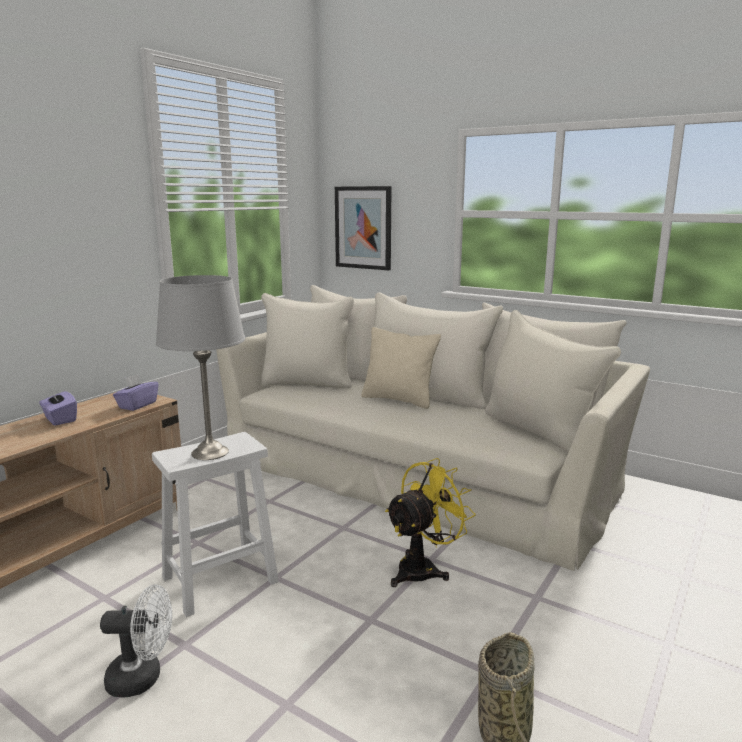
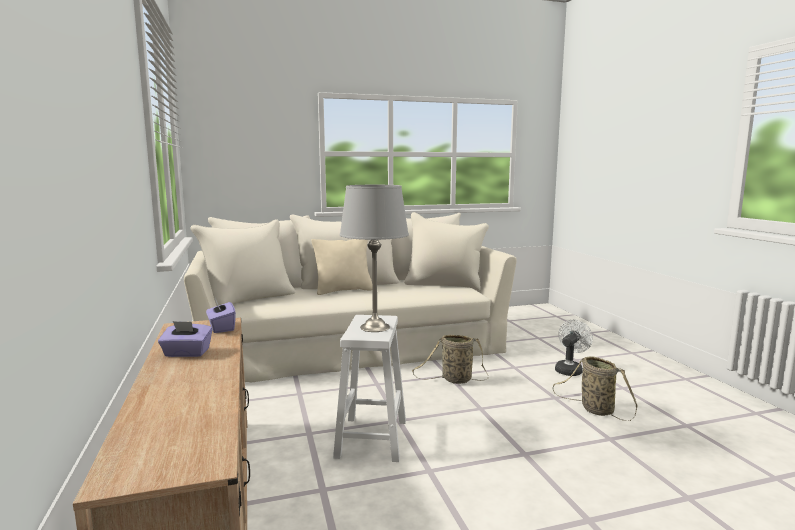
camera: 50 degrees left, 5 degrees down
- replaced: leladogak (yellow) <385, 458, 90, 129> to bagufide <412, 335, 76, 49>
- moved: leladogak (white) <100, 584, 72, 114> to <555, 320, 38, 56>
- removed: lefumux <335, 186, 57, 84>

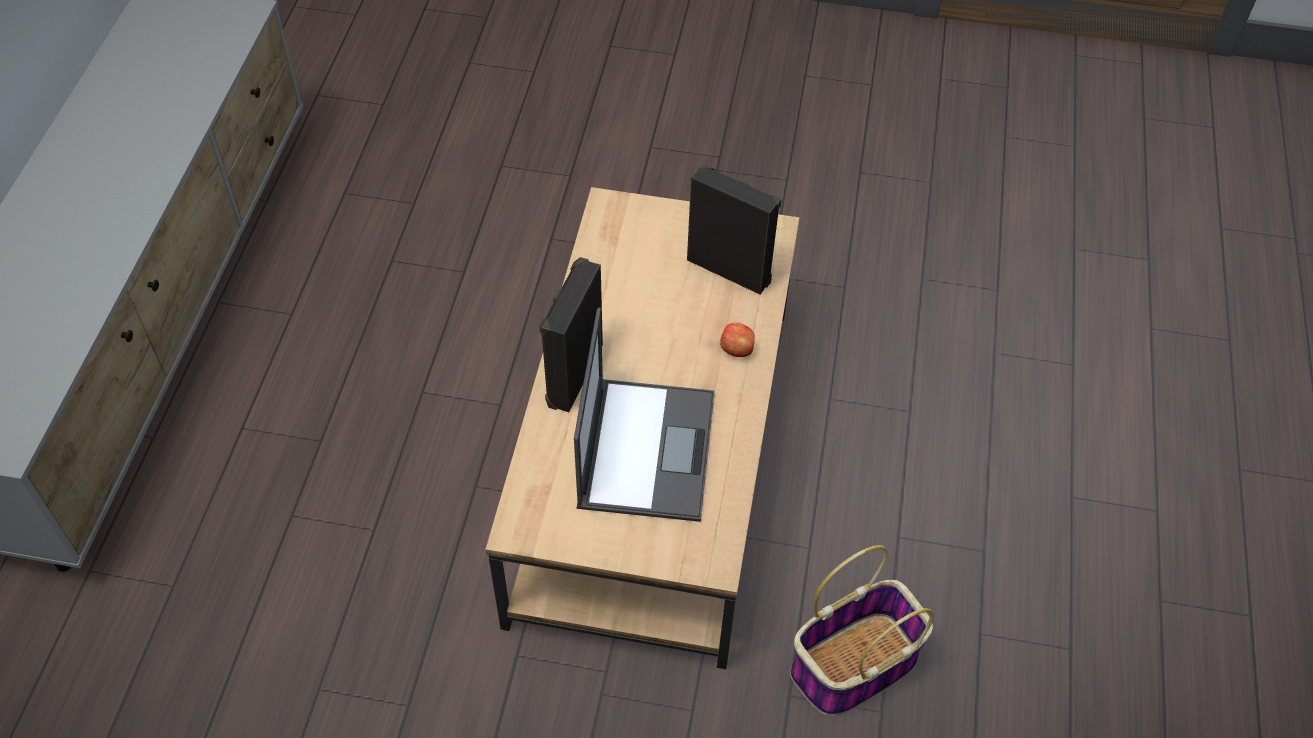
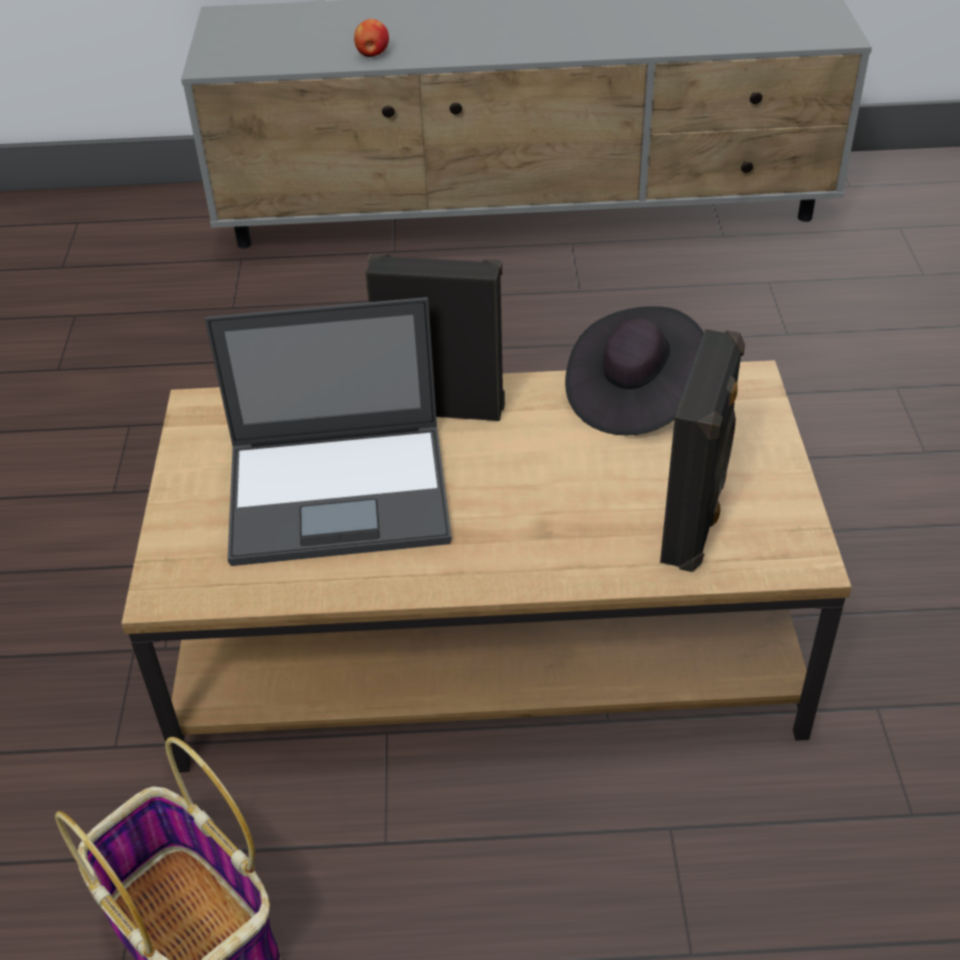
camera: 80 degrees right, 10 degrees down
- moved: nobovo <720, 323, 35, 34> to <354, 19, 35, 38>
- added: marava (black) <565, 306, 139, 129>

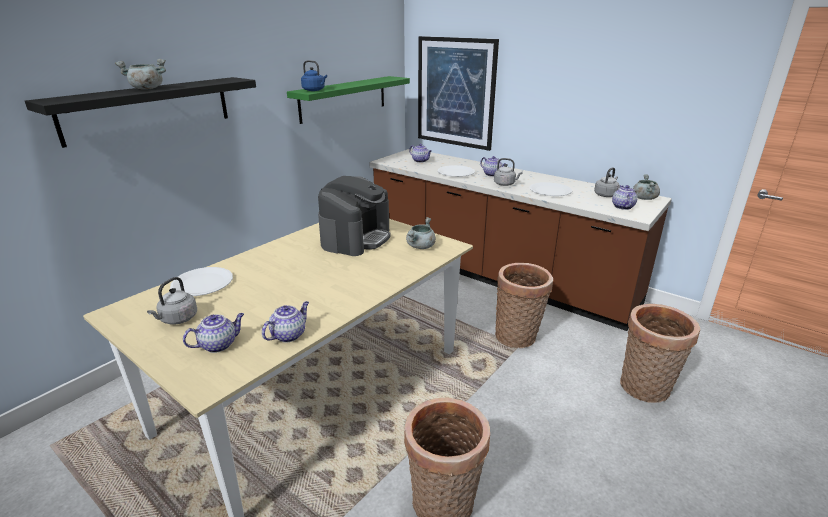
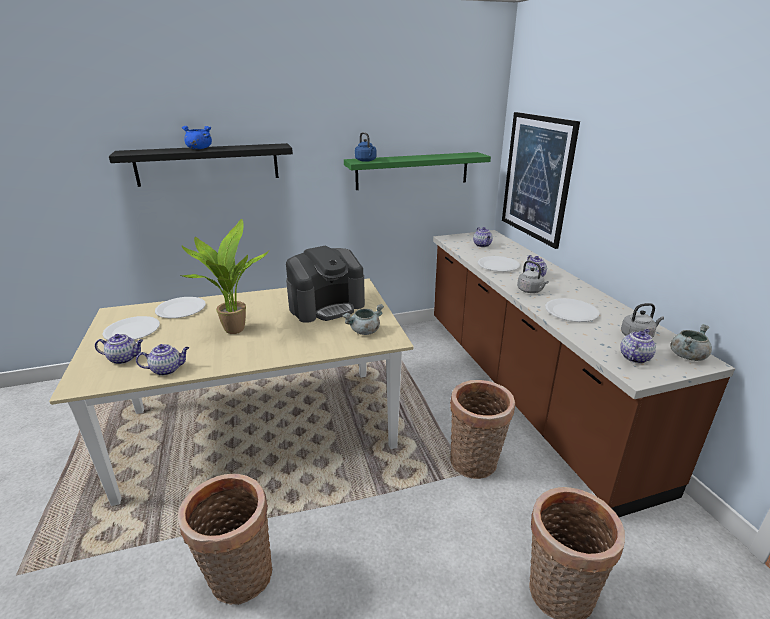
camera: 35 degrees right, 0 degrees up
- replaced: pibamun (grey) <147, 277, 50, 48> to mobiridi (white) <102, 316, 58, 24>
- added: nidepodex <181, 219, 88, 115>
- recoloured: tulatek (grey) <115, 59, 51, 31> to tulatek (blue) <182, 126, 30, 23>

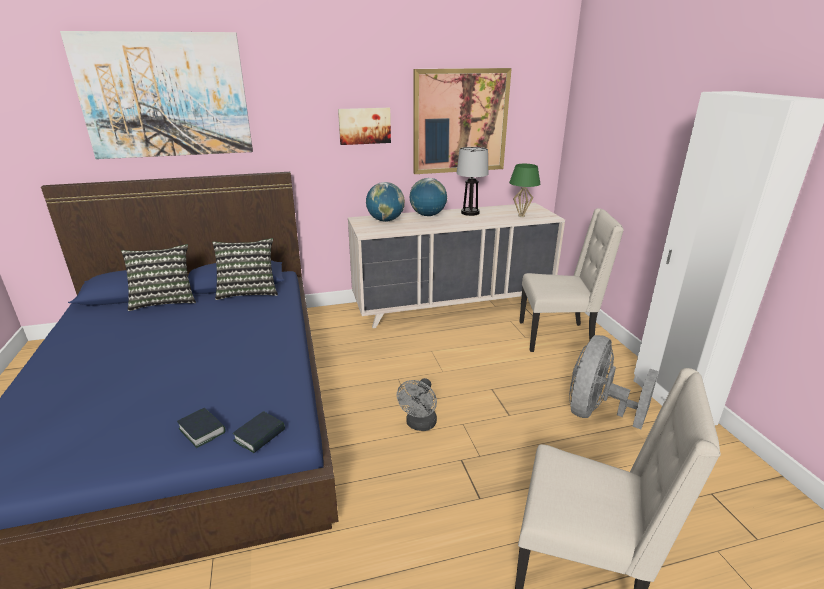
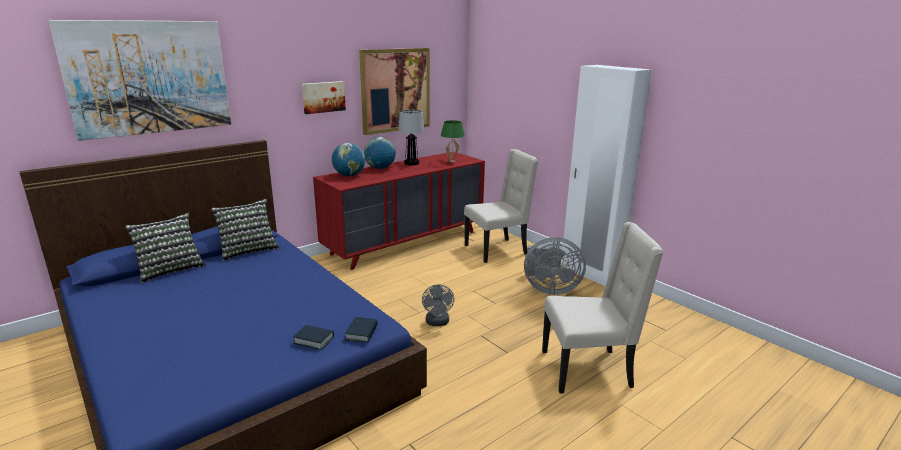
camera: 25 degrees left, 5 degrees down
- recoloured: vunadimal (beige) <348, 203, 217, 125> to vunadimal (red) <313, 152, 172, 118>
- turned: leladogak (grey) <569, 335, 90, 94> = <524, 237, 62, 58> 90 degrees counterclockwise

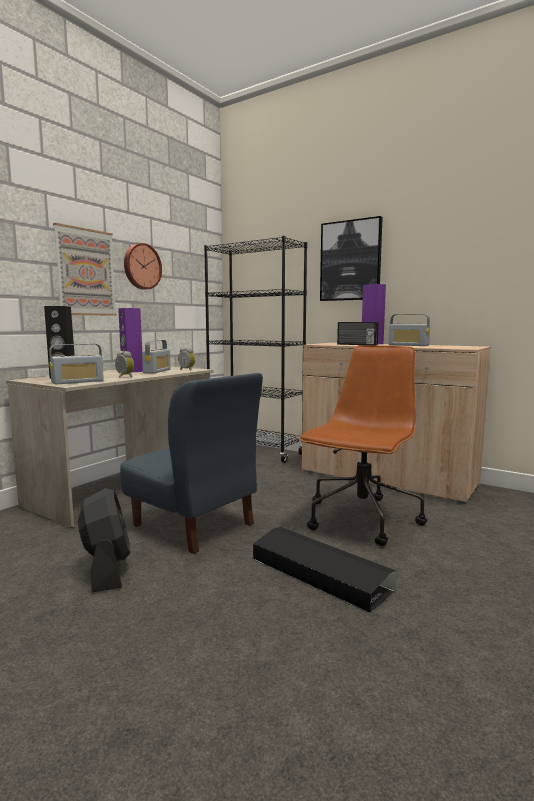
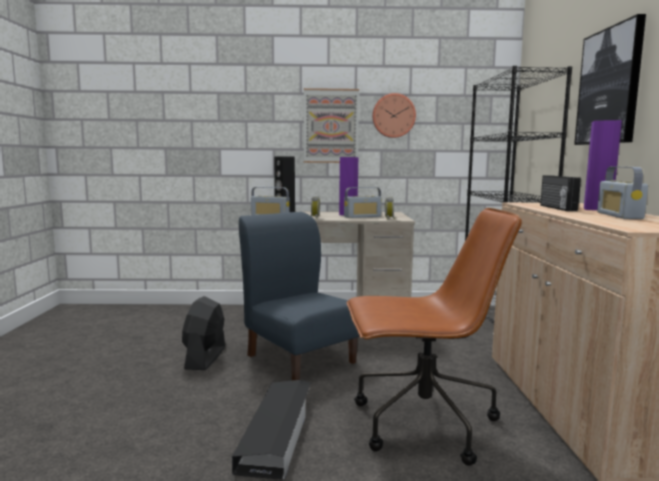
camera: 55 degrees right, 0 degrees up
- turned: leladogak (black) <78, 488, 53, 104> = <182, 296, 43, 74> 150 degrees clockwise
- turned: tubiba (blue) <120, 373, 143, 181> = <239, 212, 121, 168> 135 degrees clockwise

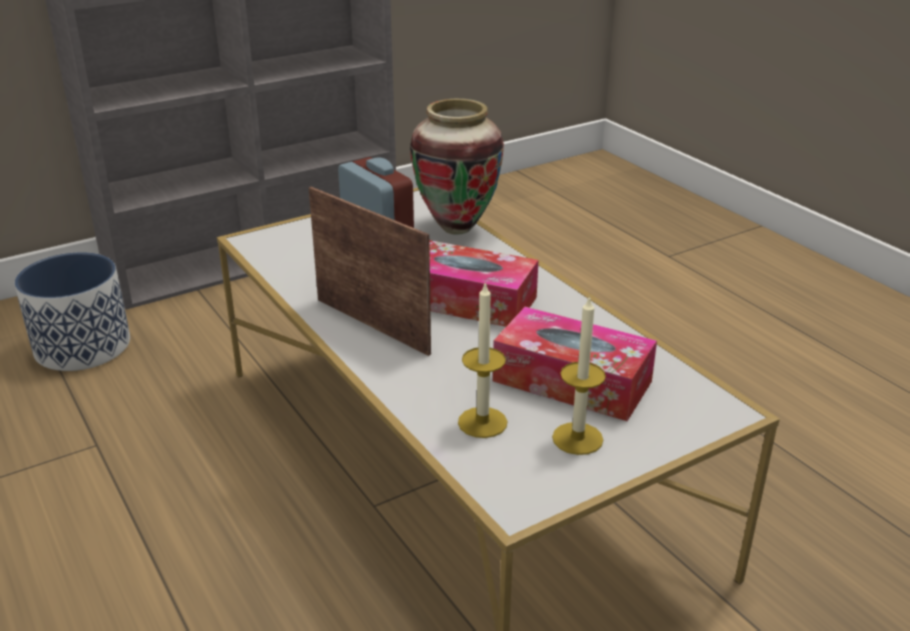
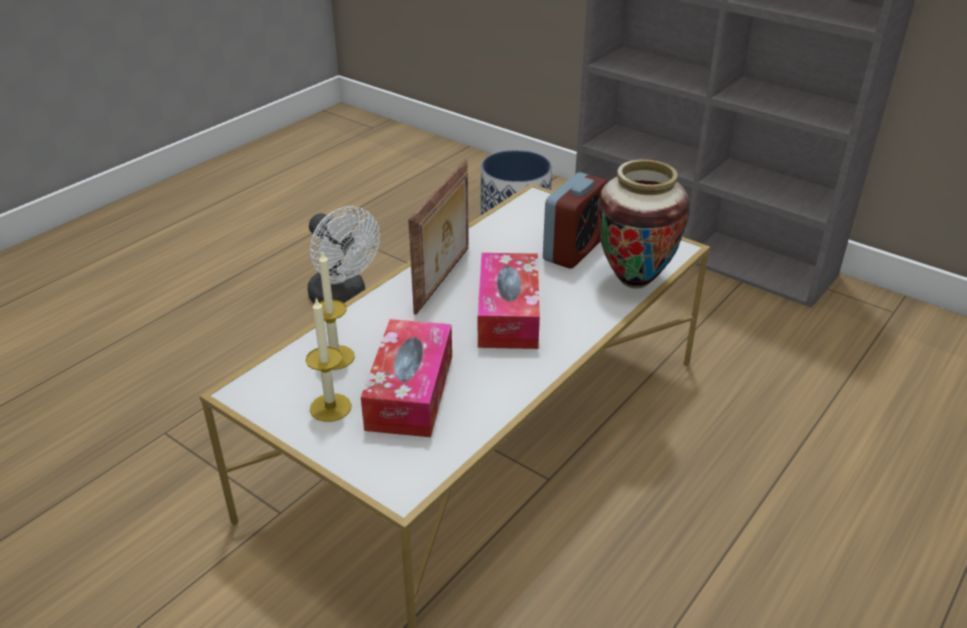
camera: 70 degrees right, 5 degrees up
- added: leladogak (white) <307, 206, 73, 98>

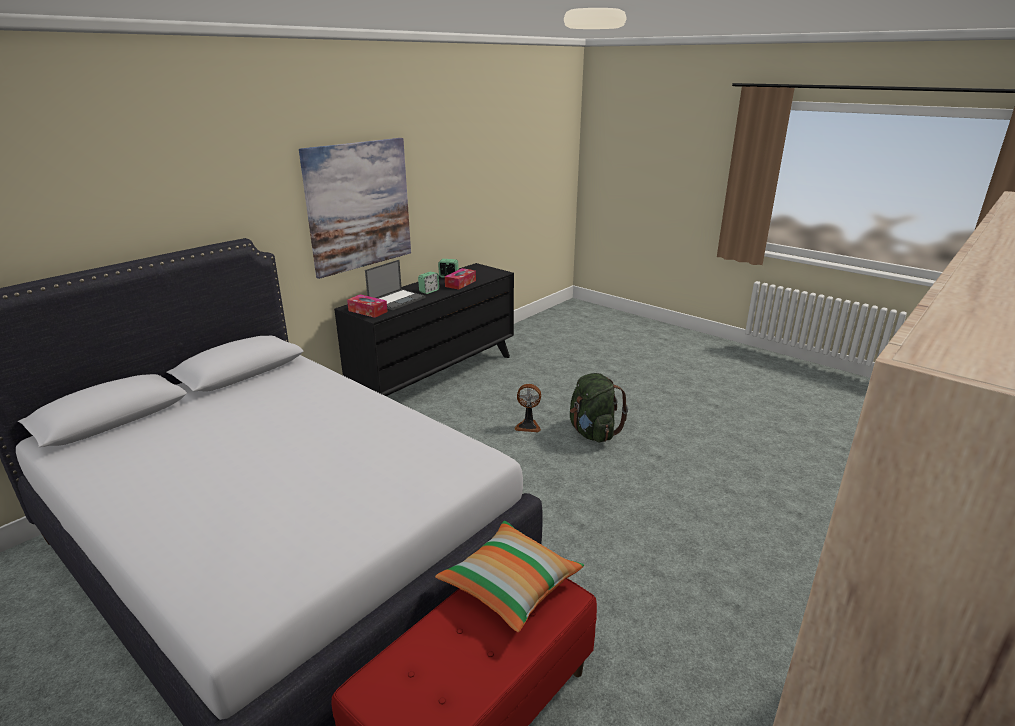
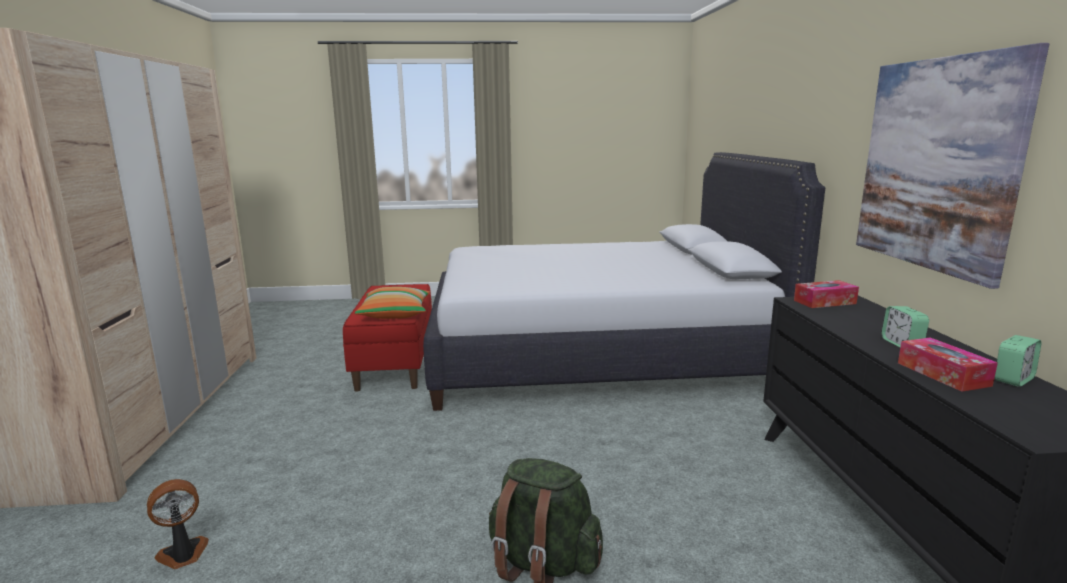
camera: 135 degrees right, 10 degrees down
- moved: leladogak <514, 384, 27, 48> to <147, 479, 62, 90>
- removed: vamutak <365, 260, 61, 50>

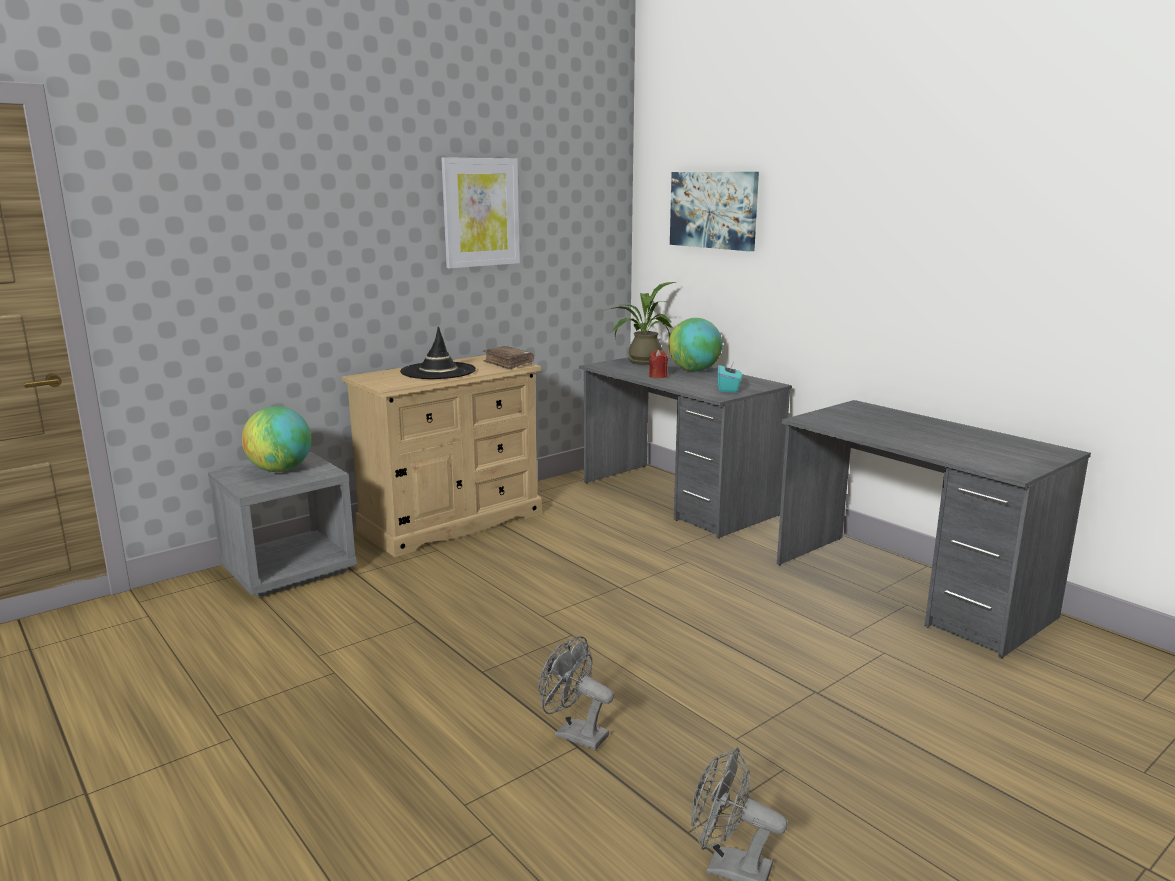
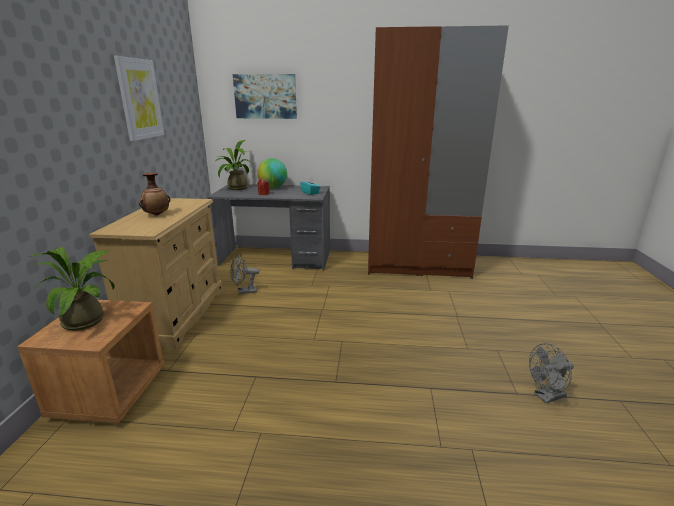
camera: 45 degrees left, 5 degrees up
- recoloured: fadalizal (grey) <208, 452, 149, 146> to fadalizal (brown) <17, 300, 148, 123>
- replaced: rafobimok <242, 406, 70, 66> to nidepodex <29, 247, 86, 84>
- replaced: marava (black) <400, 326, 76, 53> to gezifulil <139, 173, 31, 43>
- moved: leladogak (grey) <538, 636, 76, 114> to <230, 255, 29, 39>
- replaced: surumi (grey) <777, 400, 314, 258> to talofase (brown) <368, 25, 141, 254>
- removed: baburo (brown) <483, 346, 51, 23>

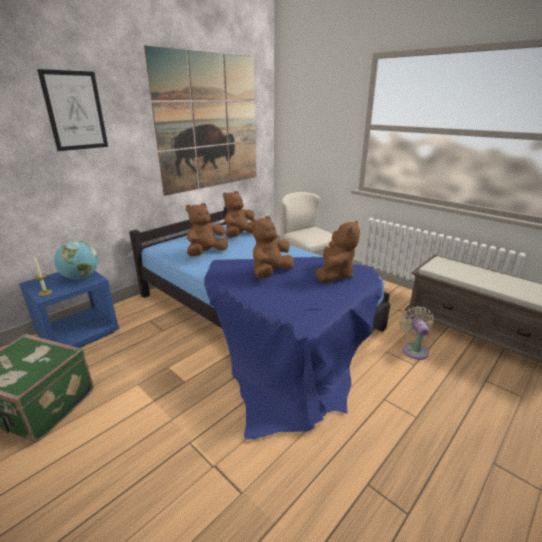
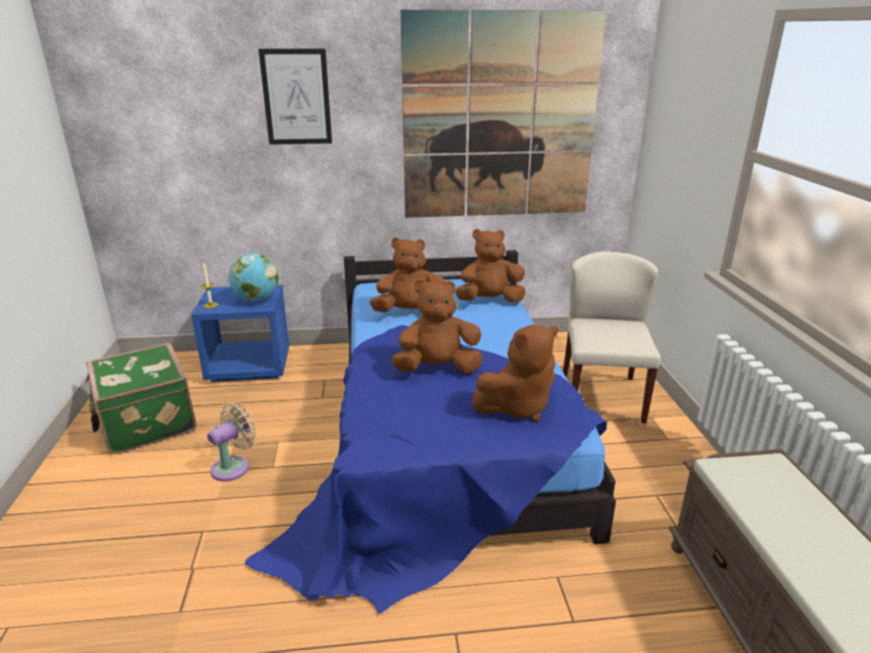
camera: 40 degrees right, 0 degrees up
- moved: leladogak (beige) <400, 306, 34, 54> to <207, 403, 50, 78>

